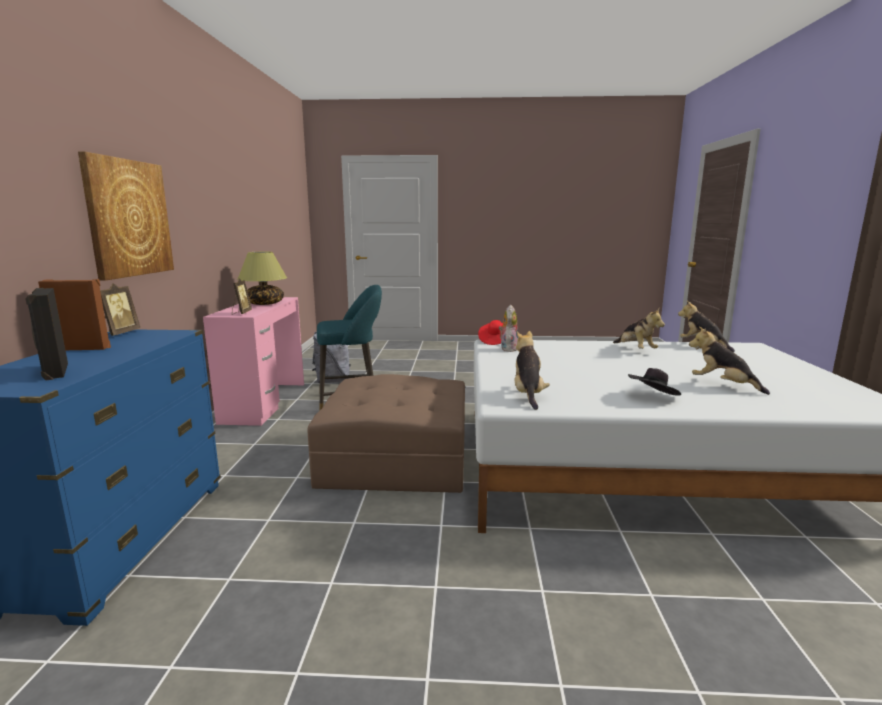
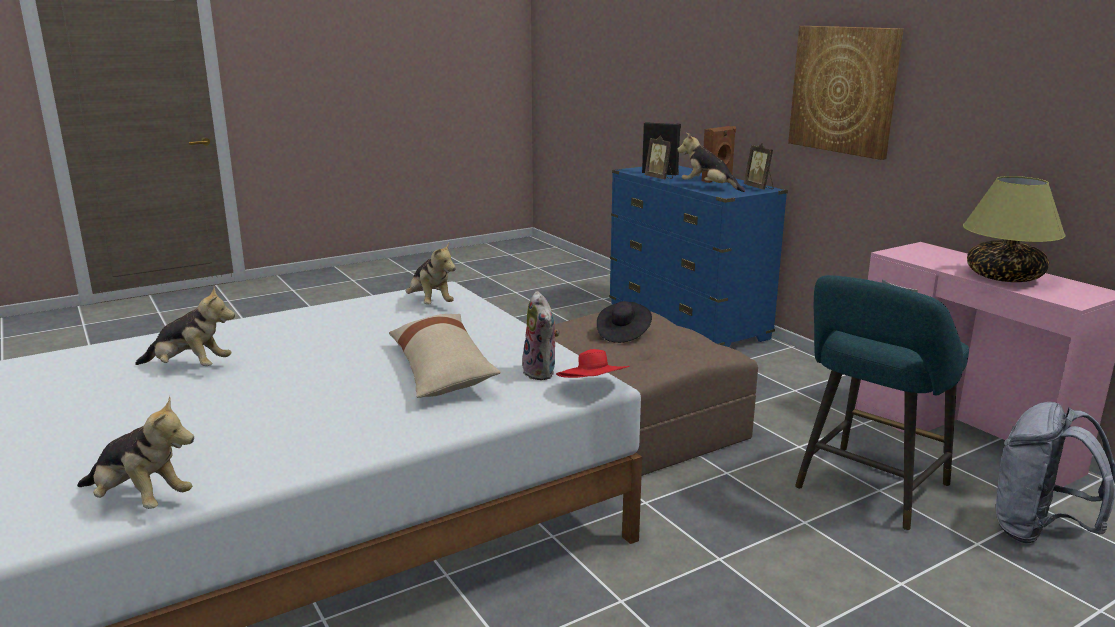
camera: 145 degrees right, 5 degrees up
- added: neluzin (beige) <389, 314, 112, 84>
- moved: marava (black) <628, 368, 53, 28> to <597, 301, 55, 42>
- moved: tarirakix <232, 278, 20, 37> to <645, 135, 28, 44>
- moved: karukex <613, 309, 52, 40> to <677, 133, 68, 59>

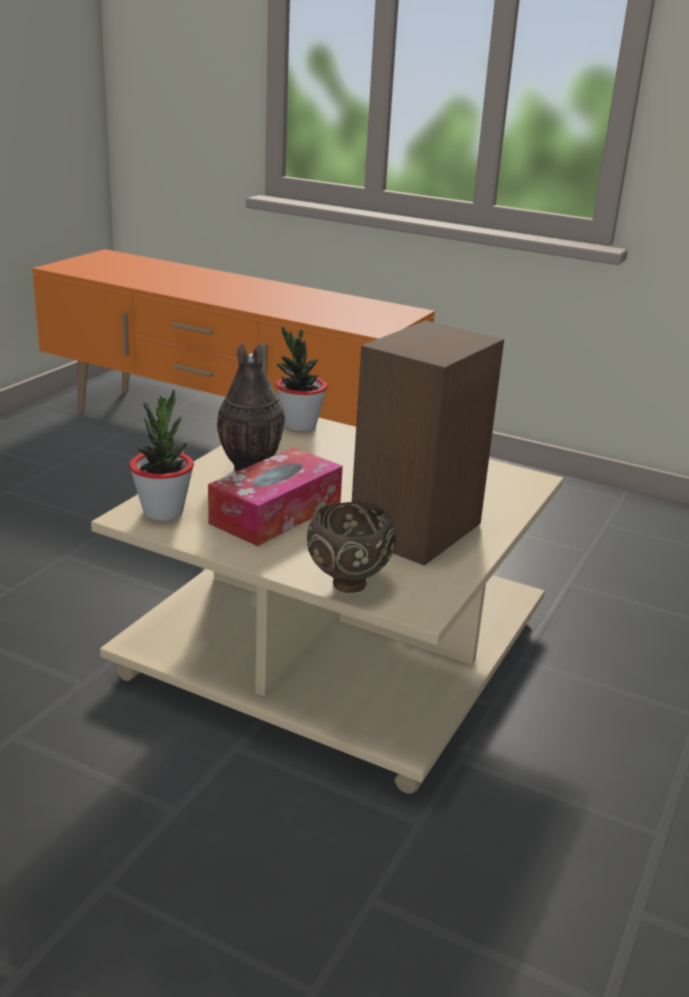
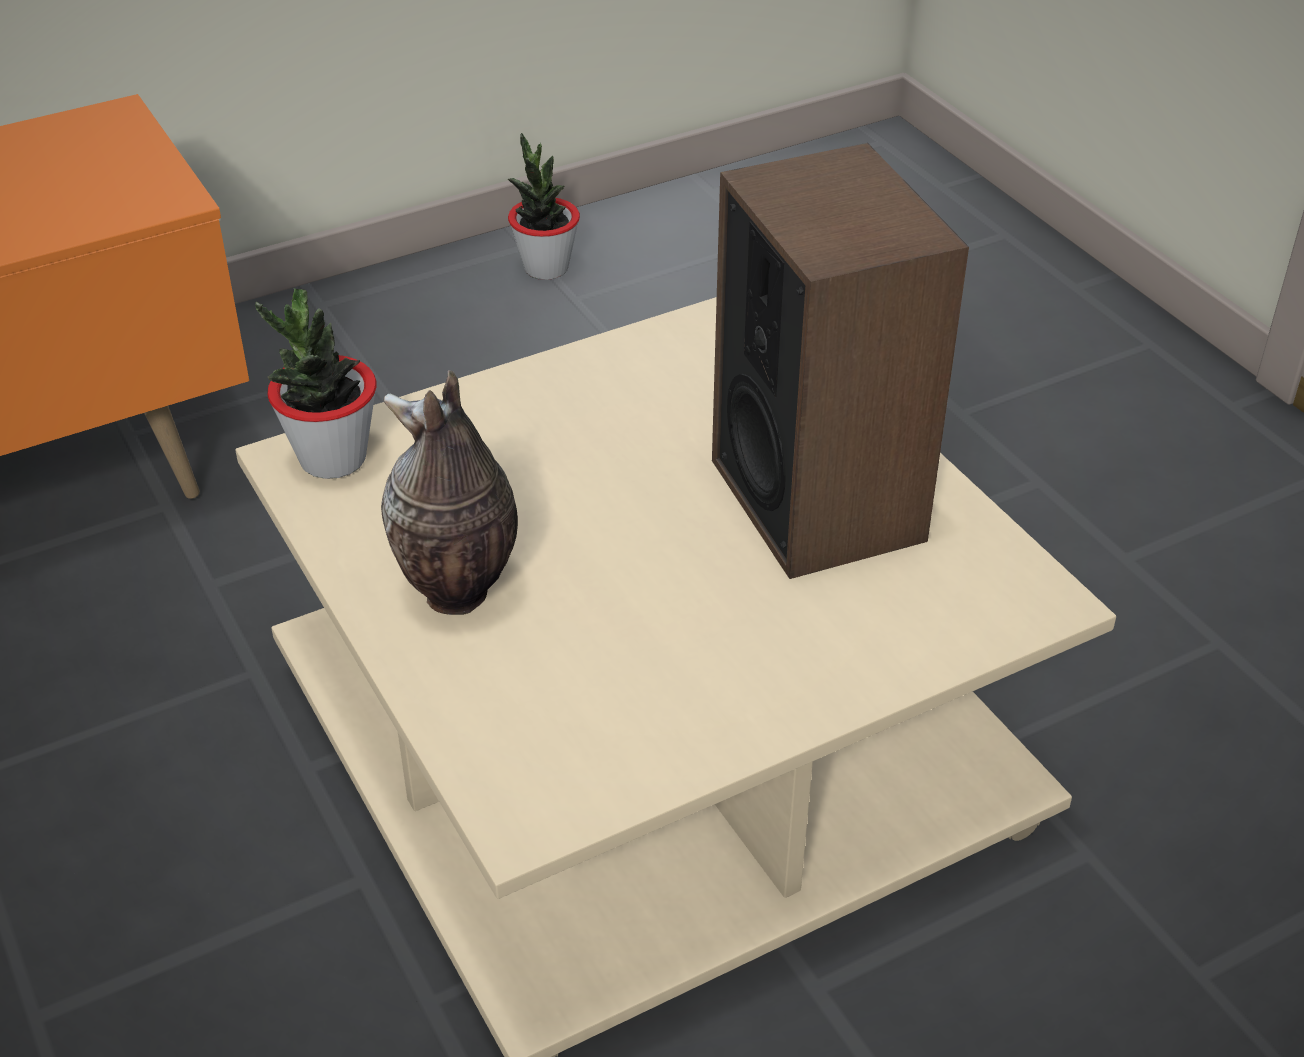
camera: 55 degrees left, 15 degrees up
- moved: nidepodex <129, 390, 65, 131> to <508, 133, 72, 147>
- removed: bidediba <208, 447, 135, 99>
- removed: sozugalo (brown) <307, 502, 89, 91>

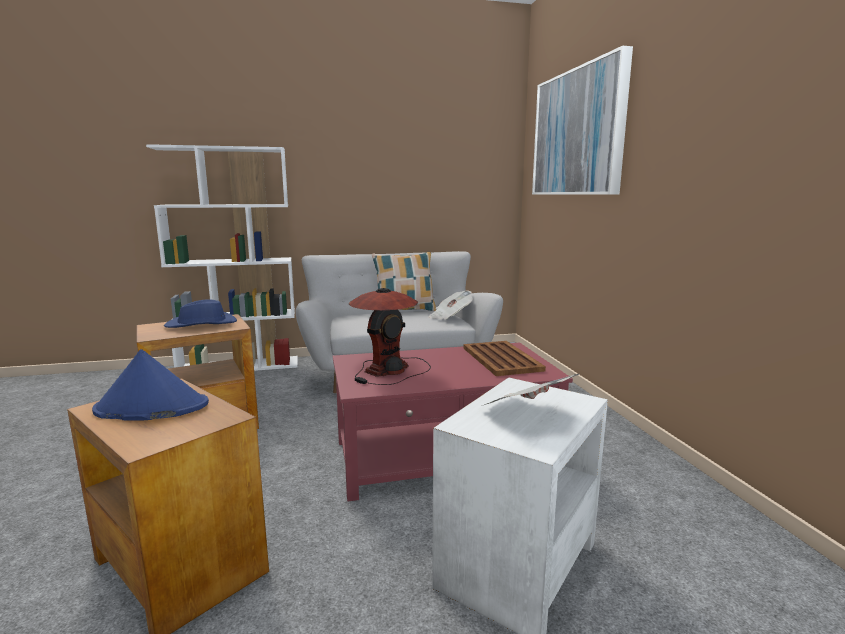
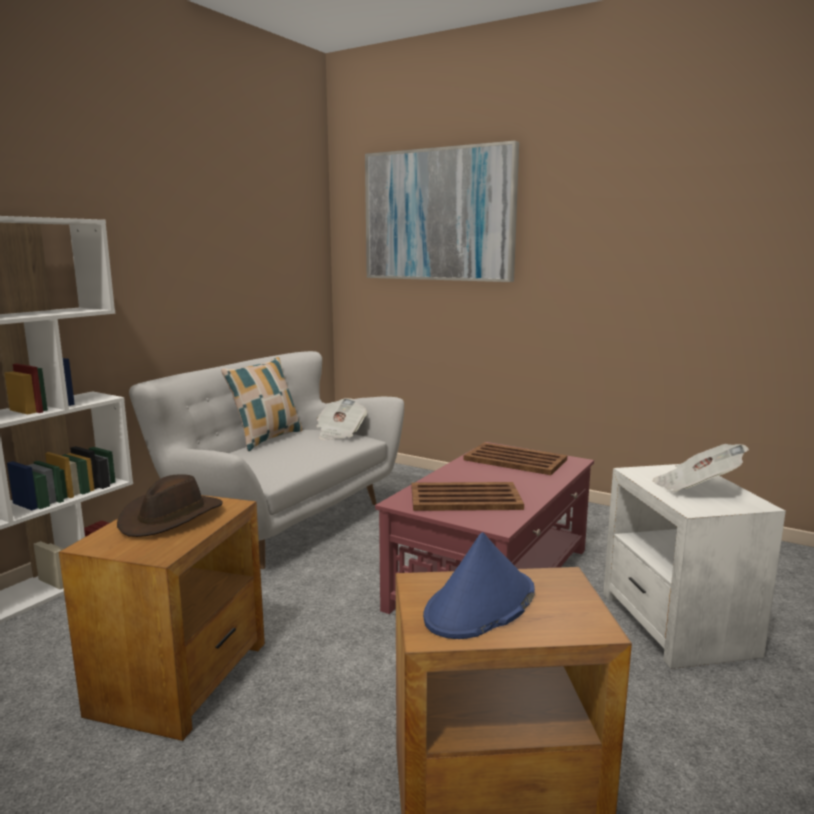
camera: 45 degrees left, 0 degrees up
- recoloured: marava (blue) <164, 300, 73, 28> to marava (brown) <117, 474, 106, 63>
- replaced: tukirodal <349, 288, 82, 97> to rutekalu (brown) <412, 482, 112, 29>

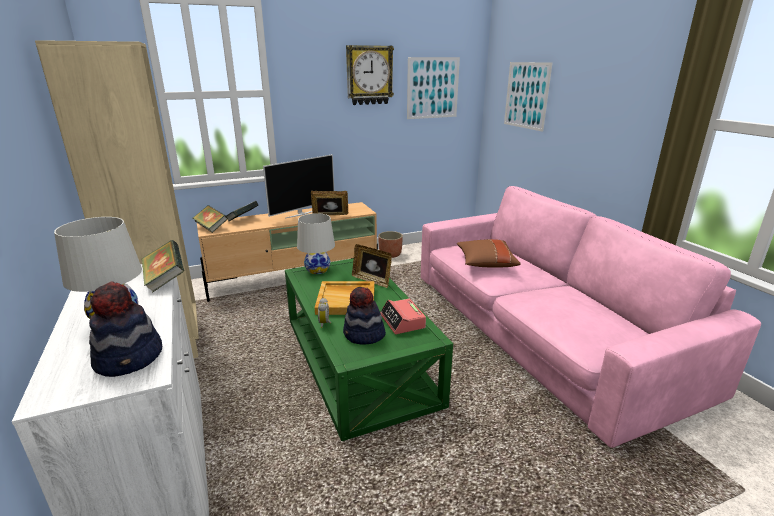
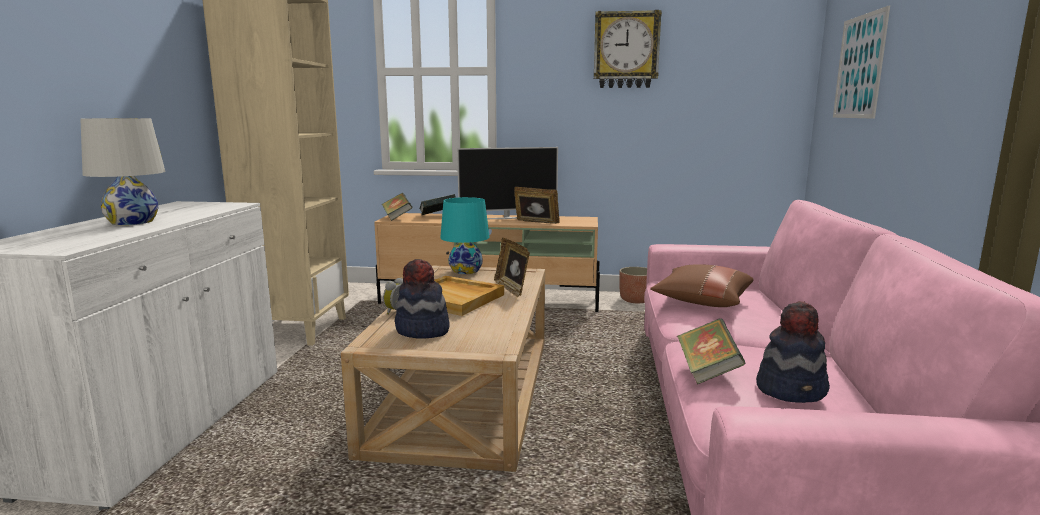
camera: 30 degrees right, 10 degrees down
- recoloured: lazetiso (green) <285, 258, 168, 183> to lazetiso (beige) <341, 266, 204, 206>
- recoloured: tukirodal (white) <297, 213, 38, 61> to tukirodal (turquoise) <440, 197, 50, 77>
- moved: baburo <142, 240, 42, 52> to <677, 318, 69, 66>
- moved: marava <89, 282, 73, 95> to <756, 301, 74, 102>
- removed: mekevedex <380, 299, 46, 35>
- removed: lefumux <407, 57, 53, 62>

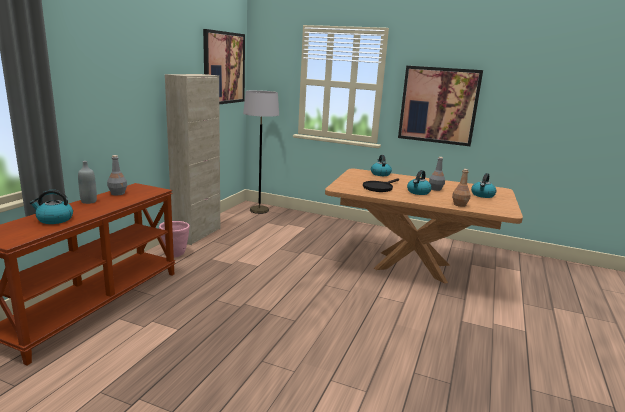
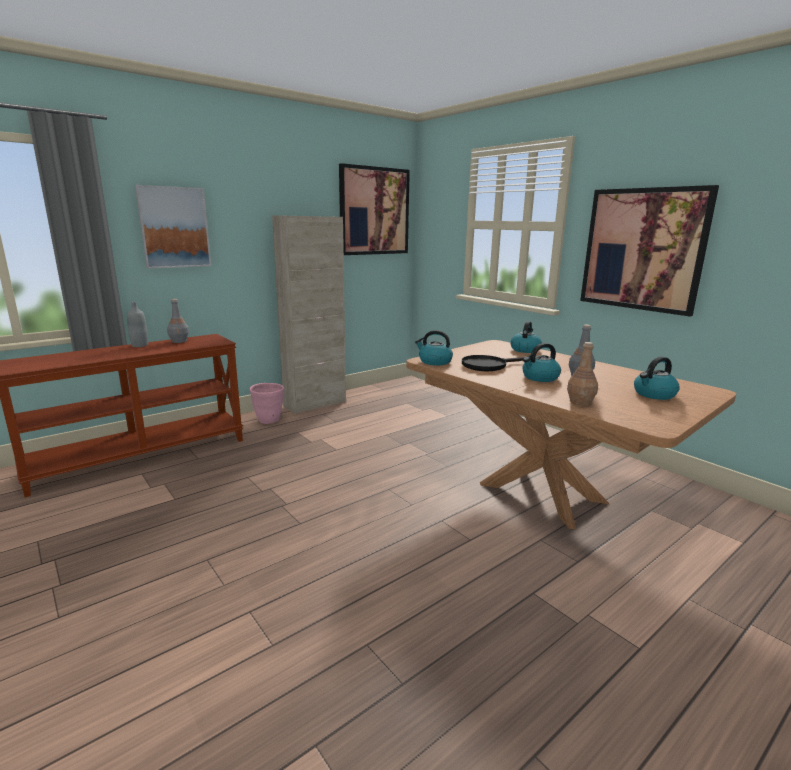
camera: 30 degrees right, 0 degrees up
- added: lefumux <135, 185, 76, 84>
- moved: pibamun <30, 190, 43, 34> to <415, 330, 38, 35>
- removed: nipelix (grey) <243, 90, 36, 124>

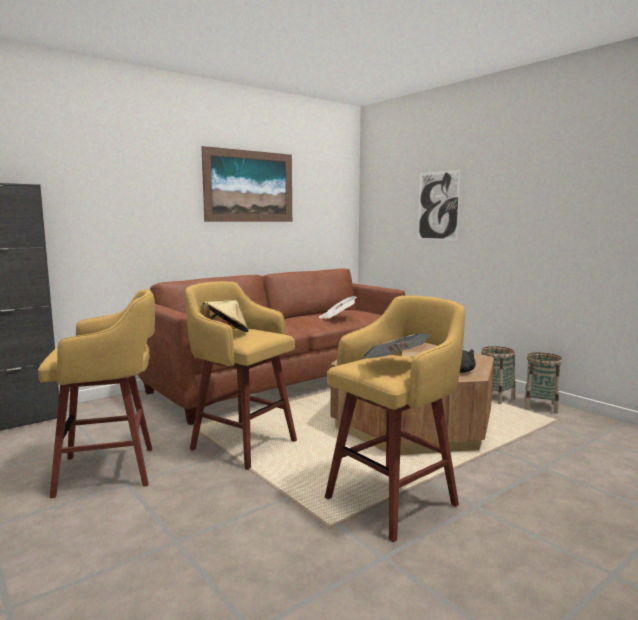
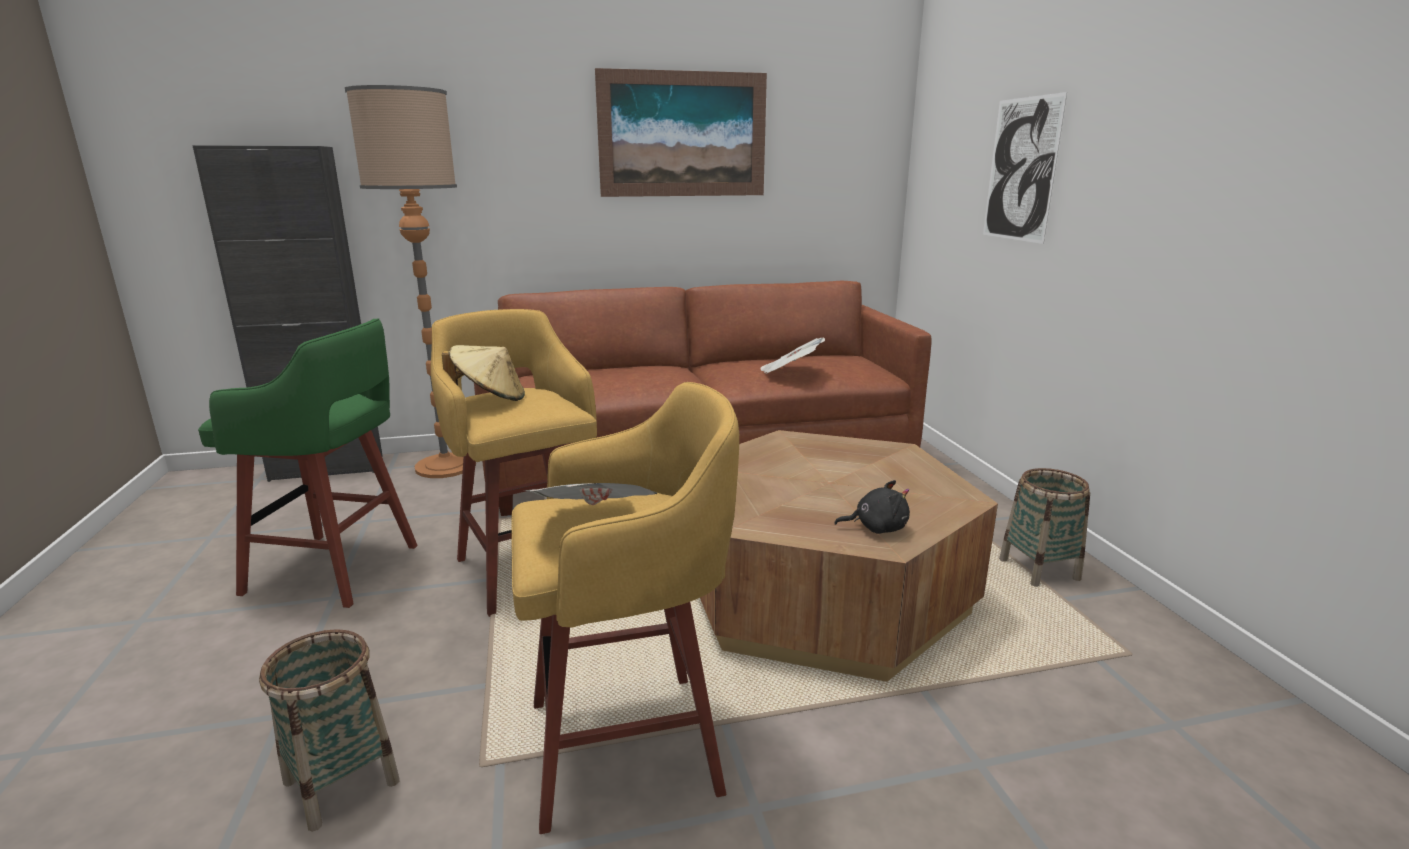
camera: 25 degrees right, 10 degrees up
- recoloured: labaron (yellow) <38, 289, 117, 209> to labaron (green) <198, 318, 220, 290>
- moved: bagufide <524, 352, 38, 62> to <259, 629, 141, 203>
- added: nipelix <345, 85, 131, 393>

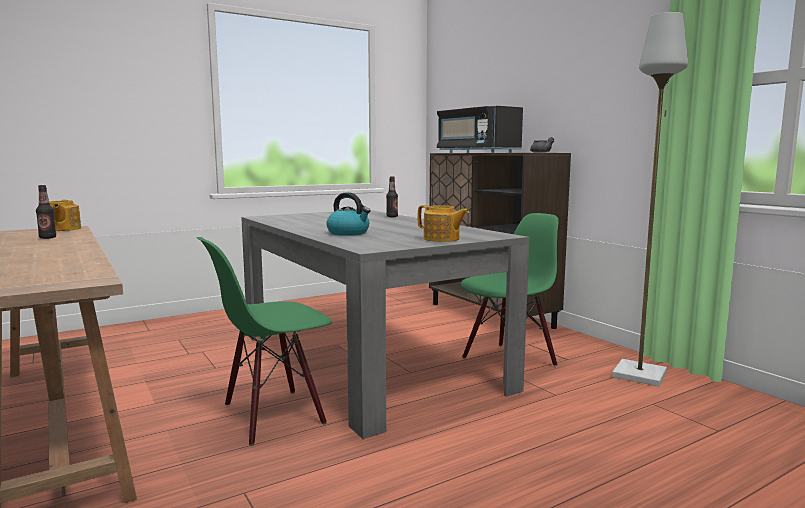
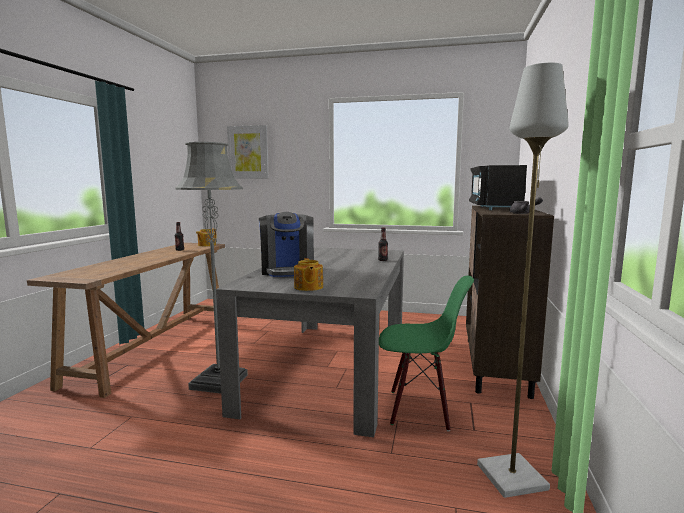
camera: 45 degrees right, 0 degrees up
- replaced: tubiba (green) <197, 237, 135, 209> to nipelix (grey) <175, 142, 73, 252>
- added: lefumux <227, 125, 42, 54>
- replaced: pibamun <326, 192, 44, 44> to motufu <259, 212, 55, 65>

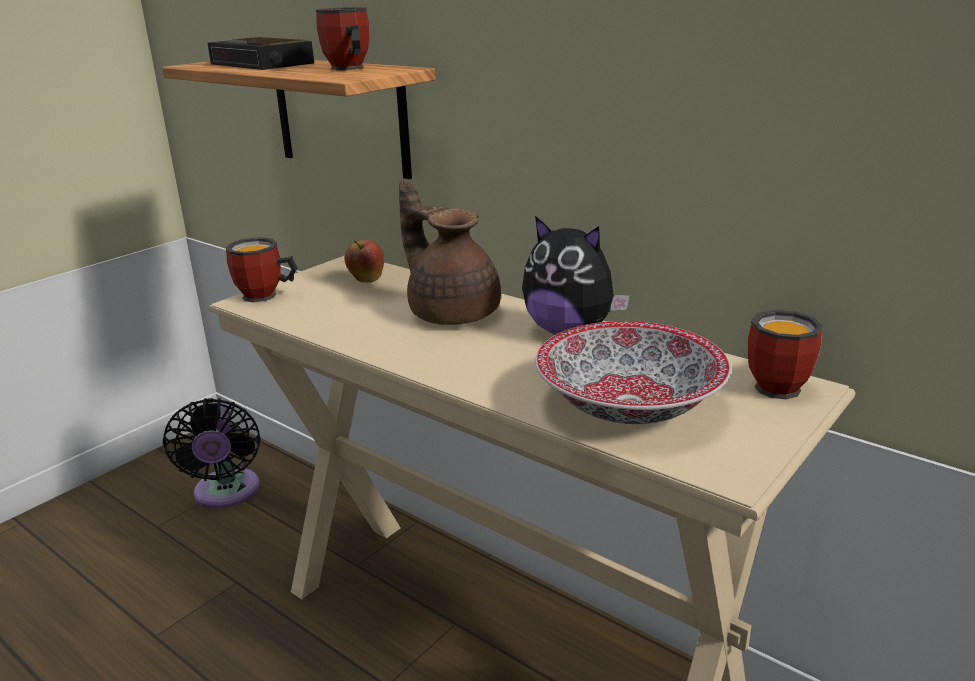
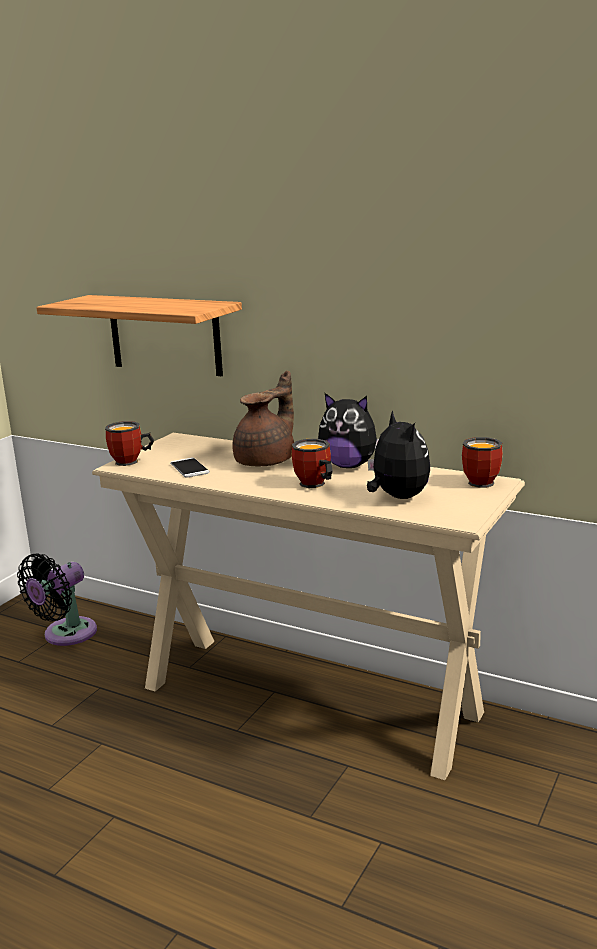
camera: 10 degrees left, 5 degrees down
- turned: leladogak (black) <163, 398, 97, 111> = <17, 553, 80, 93> 60 degrees clockwise
- added: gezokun <170, 458, 39, 20>
- turned: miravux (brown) <399, 180, 102, 145> = <232, 371, 62, 95> 90 degrees clockwise
- moved: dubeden <316, 7, 53, 63> to <291, 439, 41, 49>
- replaced: sozugalo <535, 321, 196, 103> to karukex <367, 410, 63, 89>
- removed: mekevedex <207, 37, 107, 33>
- removed: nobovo <344, 240, 40, 43>

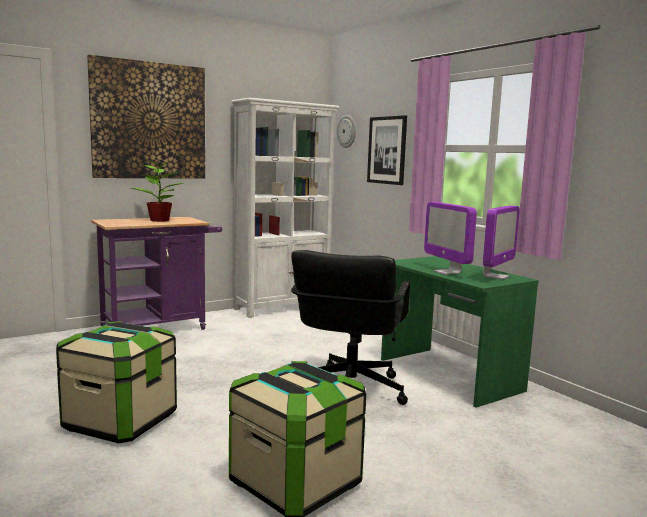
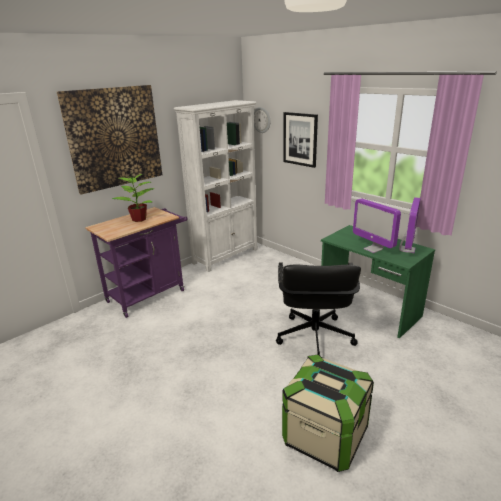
camera: 10 degrees left, 15 degrees up
- removed: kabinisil <56, 321, 121, 123>

